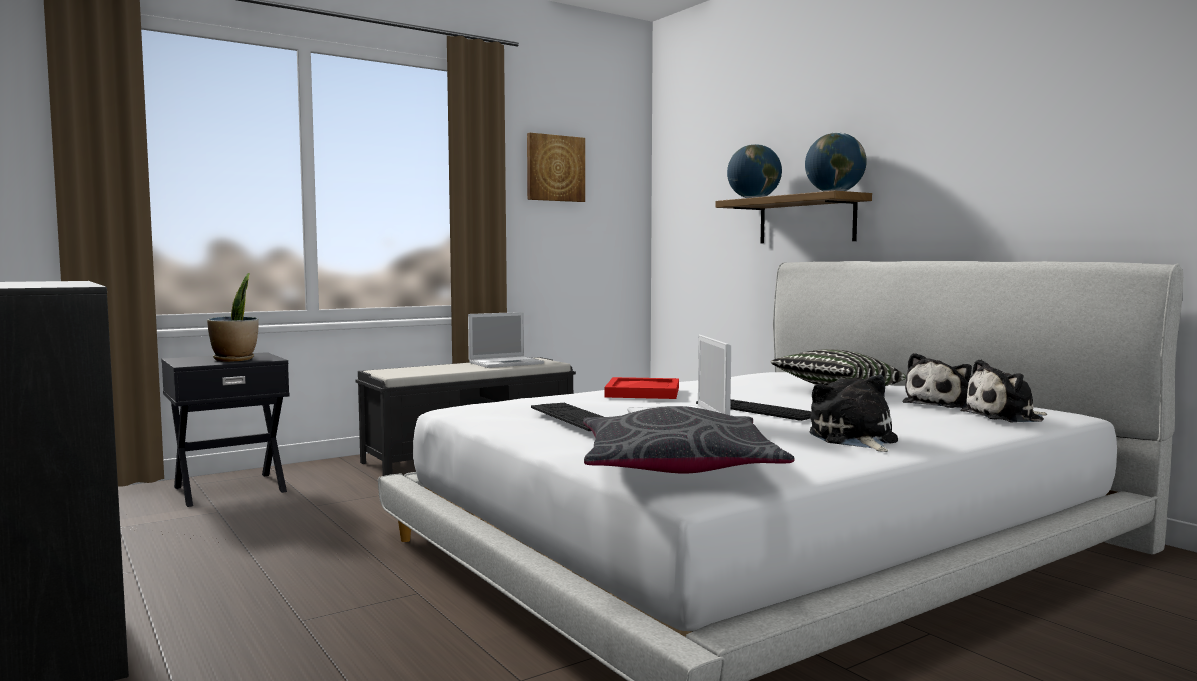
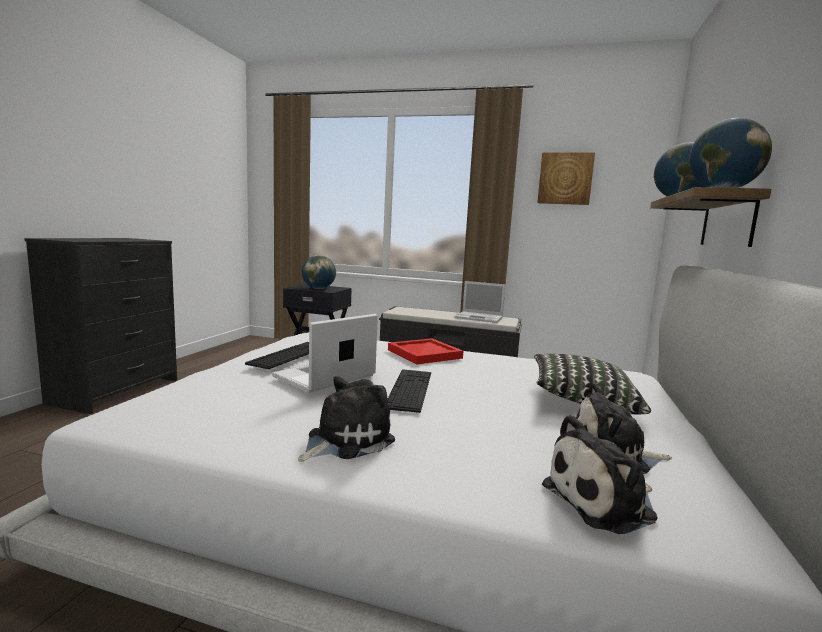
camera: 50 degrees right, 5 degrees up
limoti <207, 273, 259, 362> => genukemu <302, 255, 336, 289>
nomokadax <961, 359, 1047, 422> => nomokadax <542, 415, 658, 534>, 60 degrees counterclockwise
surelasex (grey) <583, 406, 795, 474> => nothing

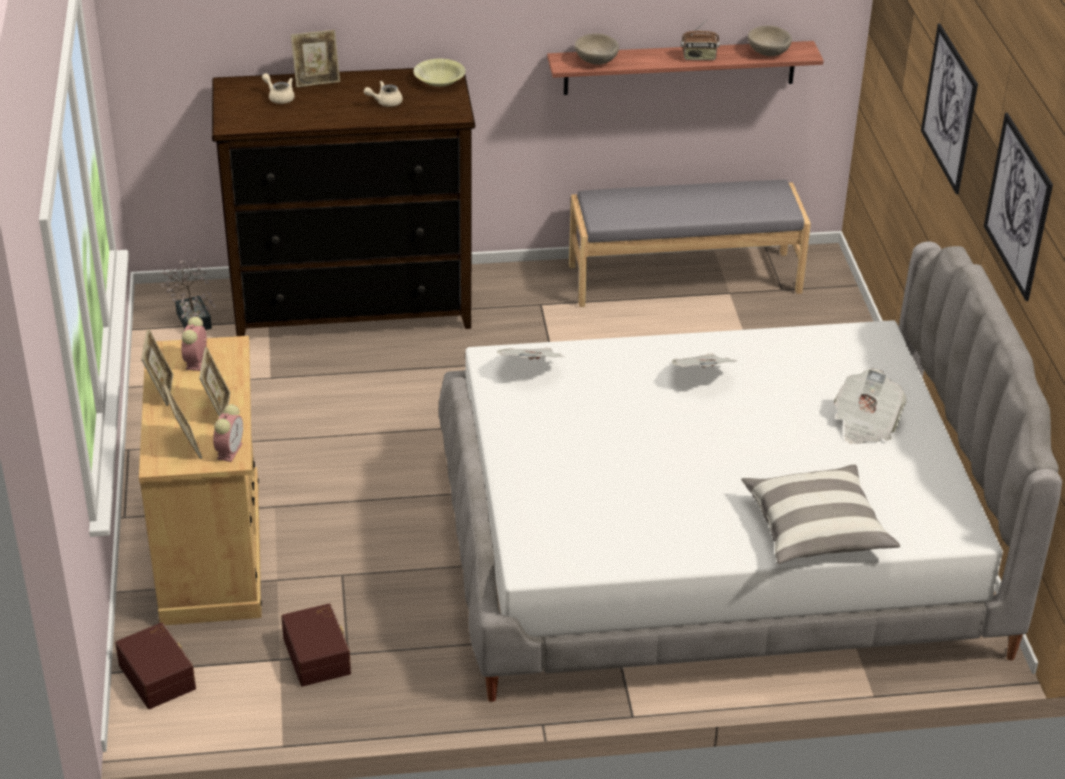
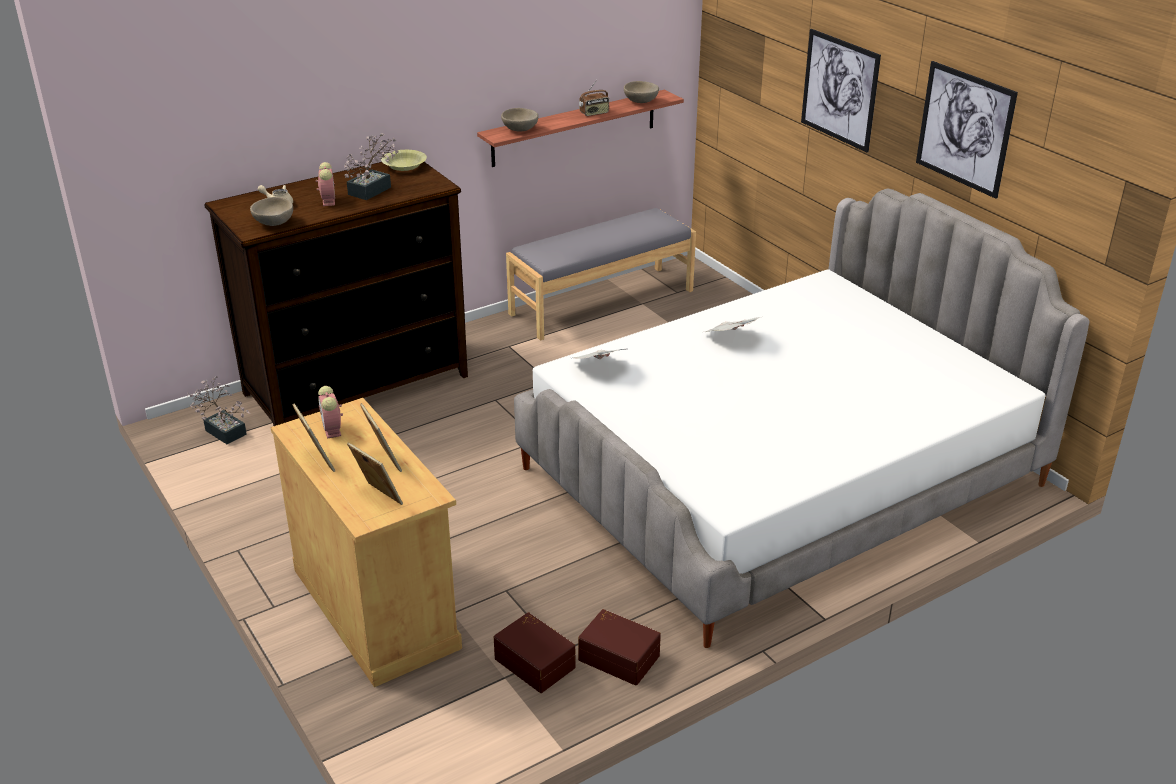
camera: 25 degrees left, 5 degrees down
nothing => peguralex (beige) <250, 197, 293, 226>
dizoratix <213, 404, 243, 462> => dizoratix <316, 162, 335, 206>, moved
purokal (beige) <364, 81, 403, 107> => limoti <344, 133, 399, 200>
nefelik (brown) <115, 622, 196, 709> => nefelik (brown) <578, 609, 661, 686>, moved
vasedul <291, 30, 340, 87> => nothing
surelasex <741, 464, 900, 564> => nothing
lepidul <834, 369, 907, 444> => nothing

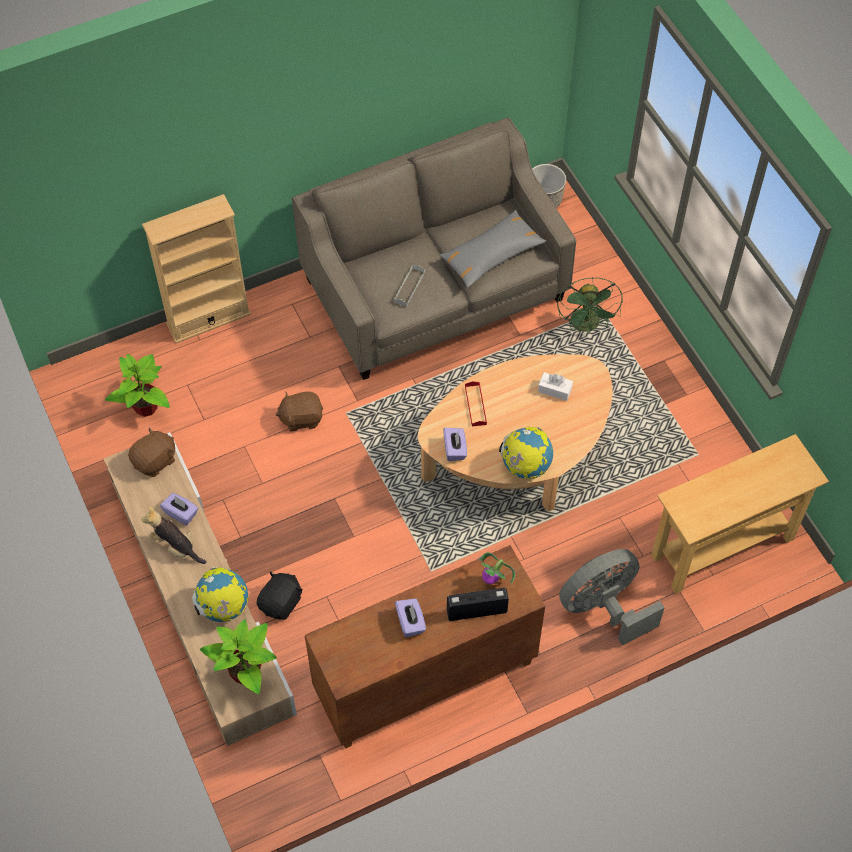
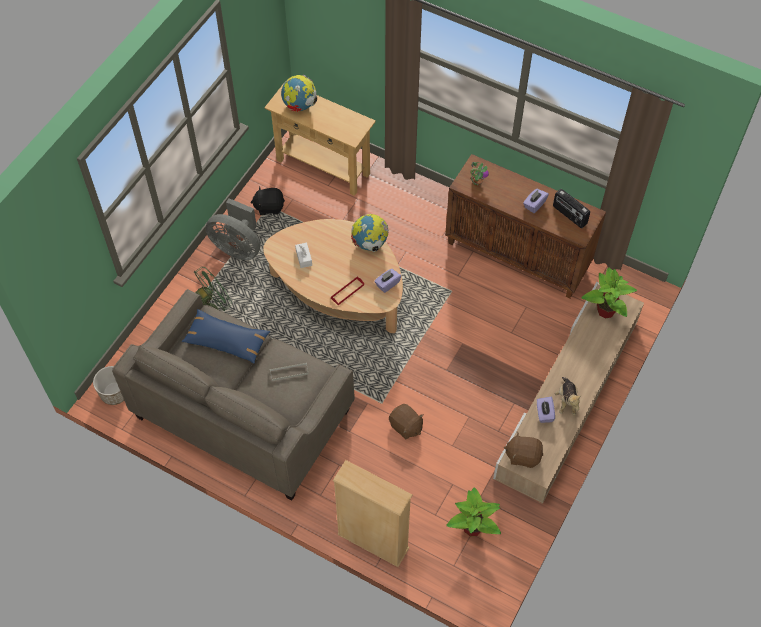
camera: 125 degrees left, 0 degrees up
surelasex (grey) <440, 210, 546, 288> => surelasex (blue) <182, 309, 270, 363>
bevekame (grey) <559, 549, 665, 646> => bevekame (grey) <205, 198, 260, 260>, moved
nomokadax (black) <257, 571, 302, 620> => nomokadax (black) <251, 187, 285, 215>, moved
genukemu <192, 567, 249, 622> => genukemu <281, 75, 317, 112>, moved
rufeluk <447, 588, 509, 621> => rufeluk <553, 189, 590, 228>, moved

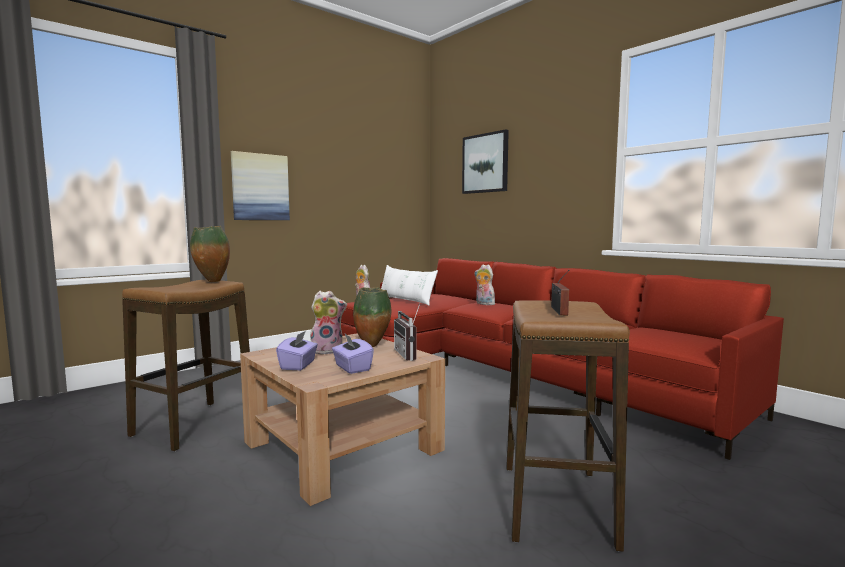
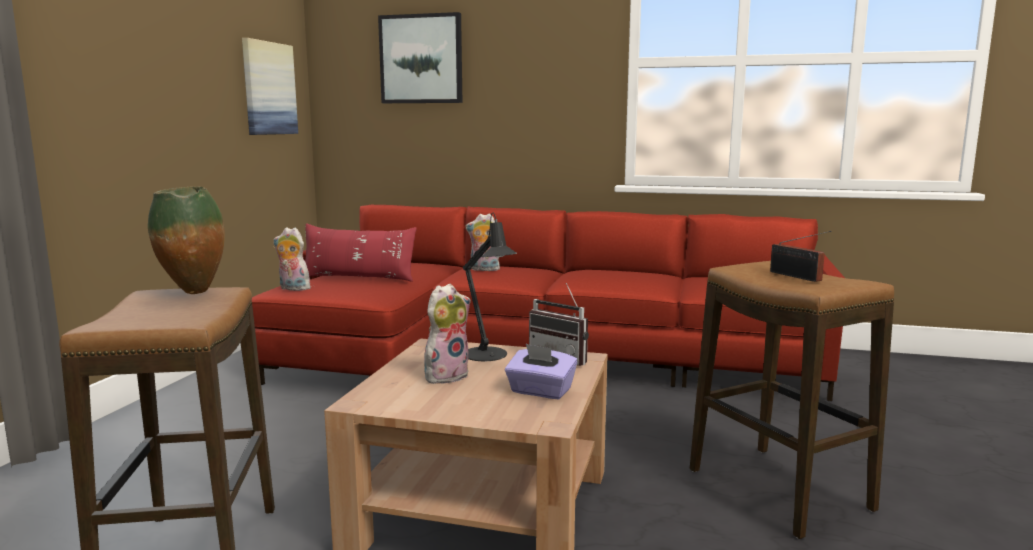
camera: 35 degrees left, 5 degrees up
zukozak <231, 151, 290, 220> => zukozak <242, 38, 298, 135>, moved
surelasex (white) <381, 265, 438, 306> => surelasex (red) <305, 223, 417, 282>
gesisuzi <353, 287, 391, 347> => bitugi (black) <463, 213, 517, 361>
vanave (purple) <276, 331, 318, 370> => nothing

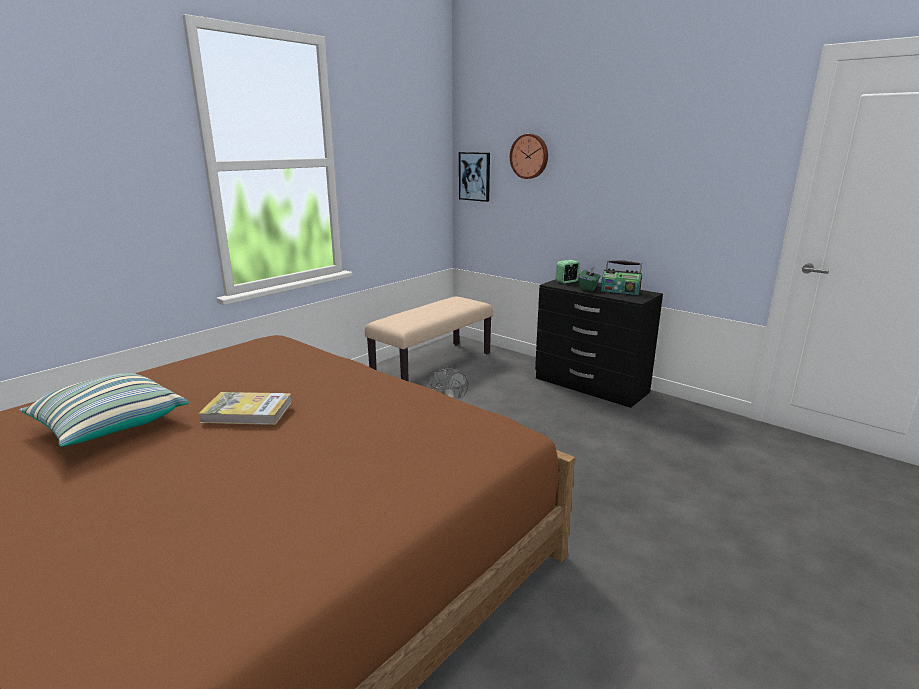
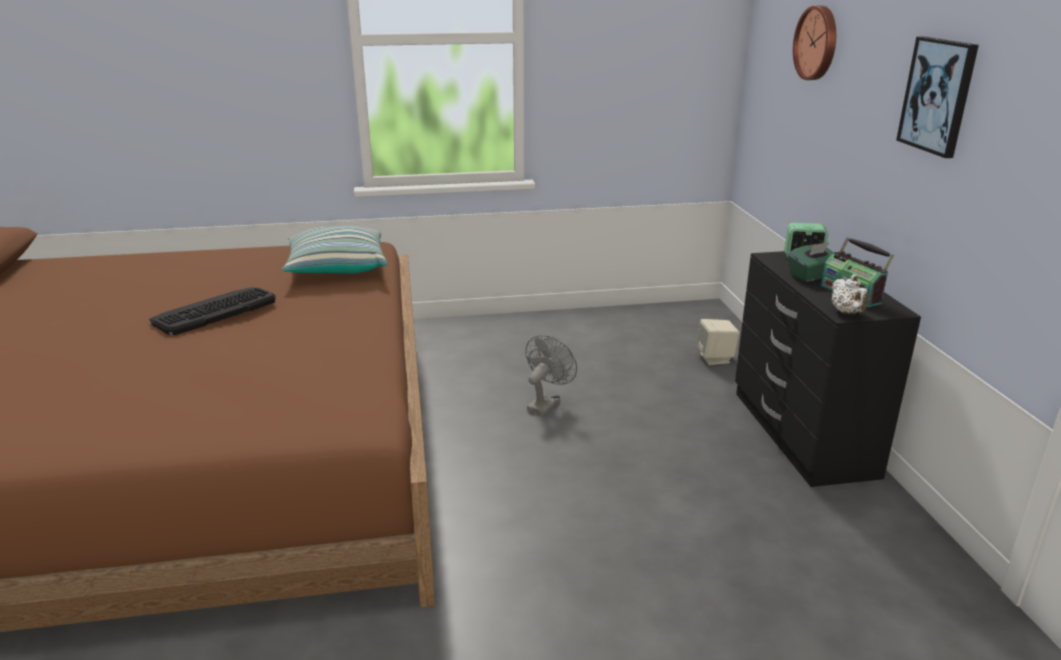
camera: 40 degrees right, 5 degrees up
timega <198, 392, 292, 425> => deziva <149, 287, 276, 335>
surelasex <19, 373, 189, 446> => surelasex <282, 226, 388, 274>, moved
nothing => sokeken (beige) <696, 319, 740, 365>
nothing => purokal (white) <832, 275, 868, 314>
zukozak <459, 152, 490, 202> => zukozak <896, 36, 979, 158>, moved
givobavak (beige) <365, 296, 493, 381> => nothing

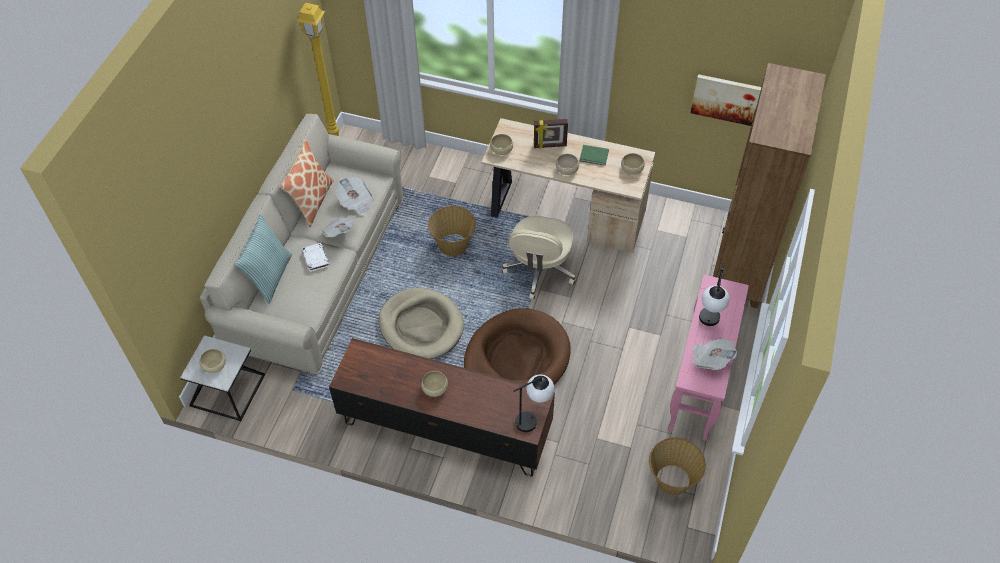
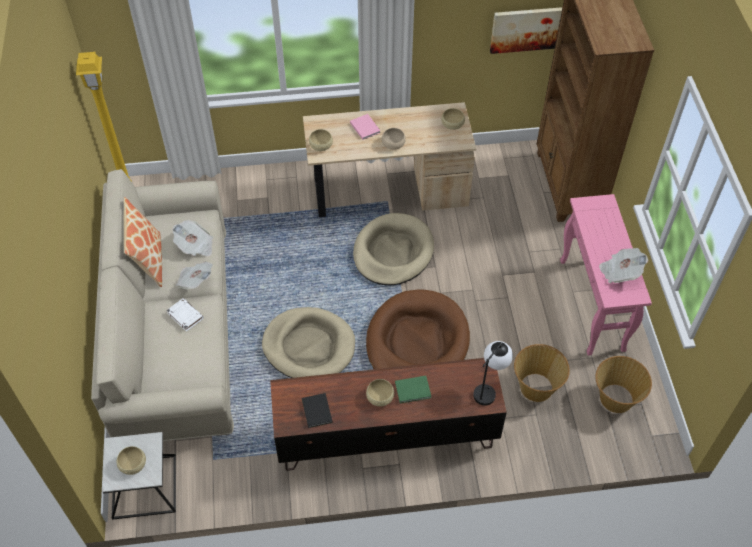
camera: 25 degrees left, 0 degrees up
nothing => timega (black) <302, 393, 333, 428>
vasedul <534, 119, 568, 148> => timega (pink) <350, 114, 381, 140>
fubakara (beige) <502, 216, 576, 300> => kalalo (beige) <353, 213, 434, 286>
timega (green) <580, 145, 609, 166> => timega (green) <395, 376, 431, 403>, moved
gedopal <428, 206, 476, 256> => gedopal <514, 344, 570, 402>, moved
surelasex <236, 214, 292, 304> => nothing
bitugi <699, 263, 729, 326> => nothing

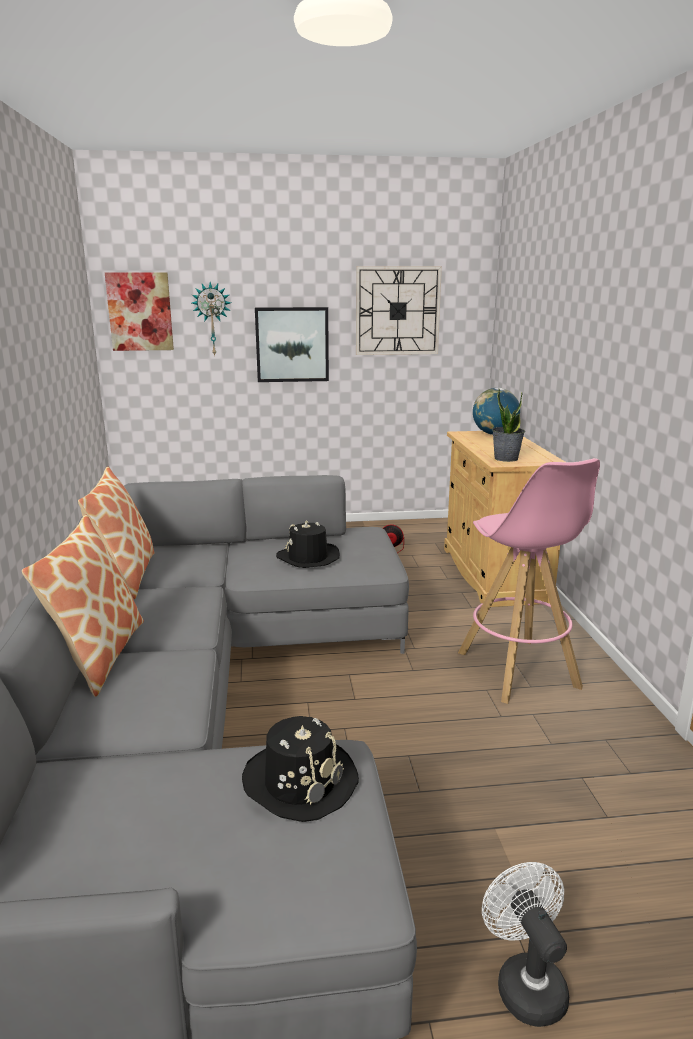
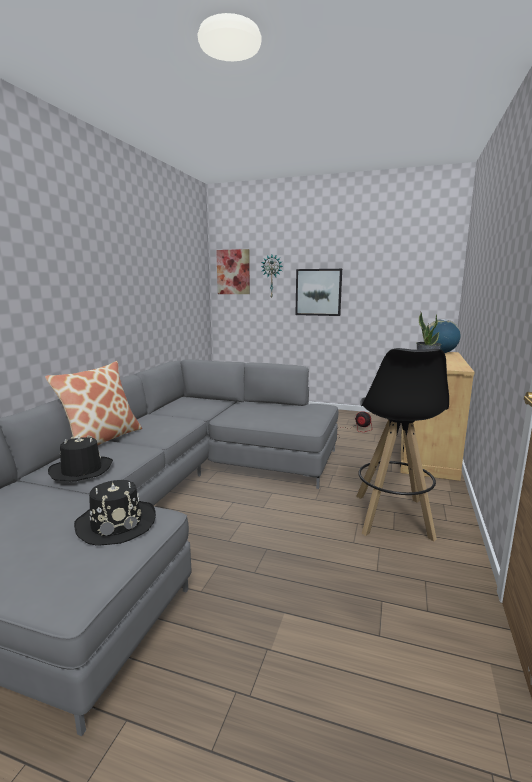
camera: 25 degrees right, 5 degrees down
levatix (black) <276, 521, 340, 568> => levatix (black) <48, 435, 113, 481>, moved
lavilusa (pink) <458, 458, 600, 704> => lavilusa (black) <356, 348, 449, 541>
surelasex <78, 466, 154, 599> => nothing
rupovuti <356, 266, 442, 355> => nothing
bevekame (white) <482, 862, 569, 1027> => nothing

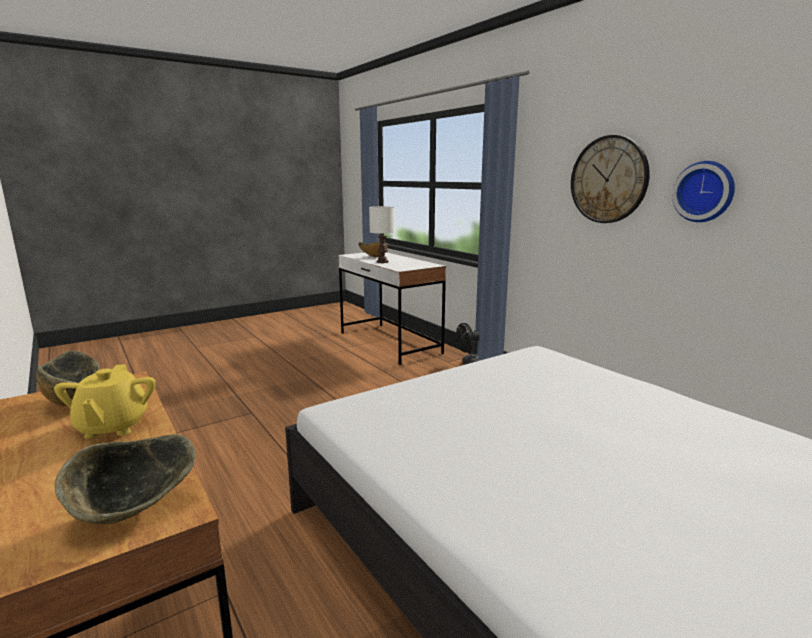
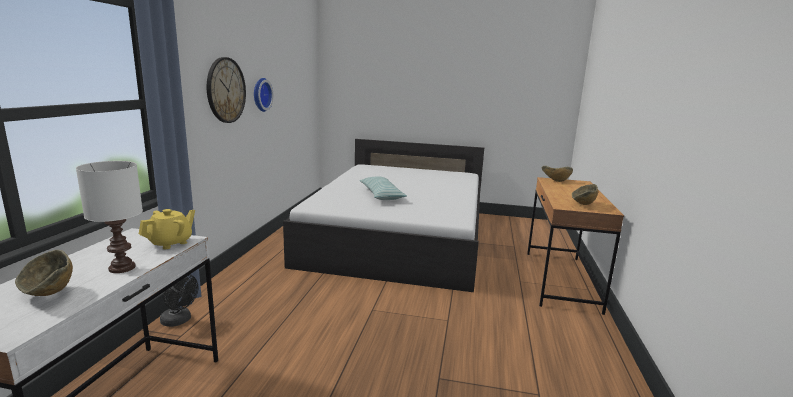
camera: 135 degrees left, 0 degrees up
purokal (yellow) <54, 364, 156, 438> => purokal (yellow) <139, 209, 195, 249>, moved
nothing => surelasex <359, 176, 407, 200>

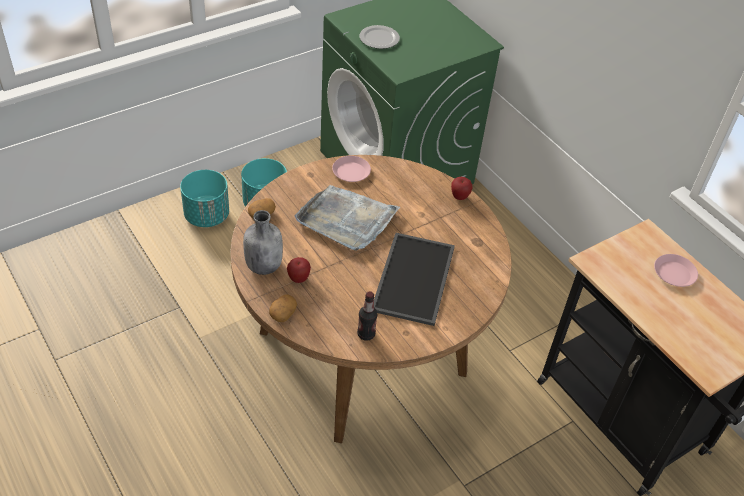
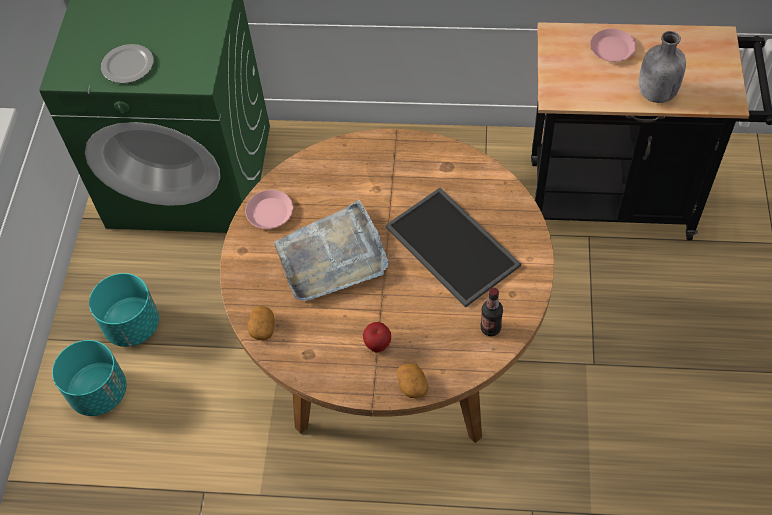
camera: 45 degrees left, 10 degrees up
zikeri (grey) <243, 210, 283, 275> => zikeri (grey) <638, 31, 686, 103>, moved
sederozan <451, 177, 473, 200> => nothing

